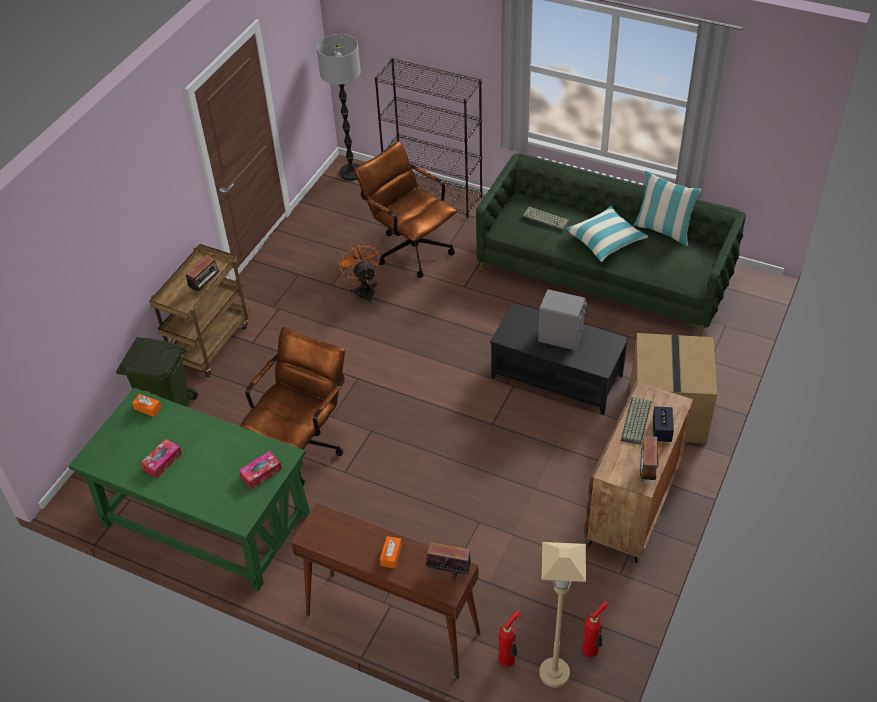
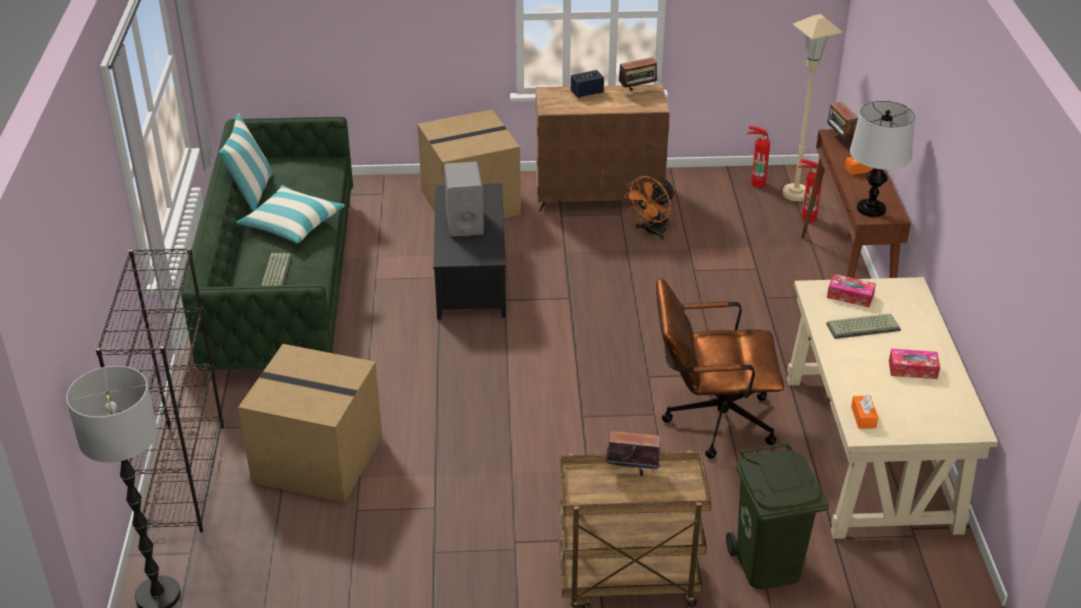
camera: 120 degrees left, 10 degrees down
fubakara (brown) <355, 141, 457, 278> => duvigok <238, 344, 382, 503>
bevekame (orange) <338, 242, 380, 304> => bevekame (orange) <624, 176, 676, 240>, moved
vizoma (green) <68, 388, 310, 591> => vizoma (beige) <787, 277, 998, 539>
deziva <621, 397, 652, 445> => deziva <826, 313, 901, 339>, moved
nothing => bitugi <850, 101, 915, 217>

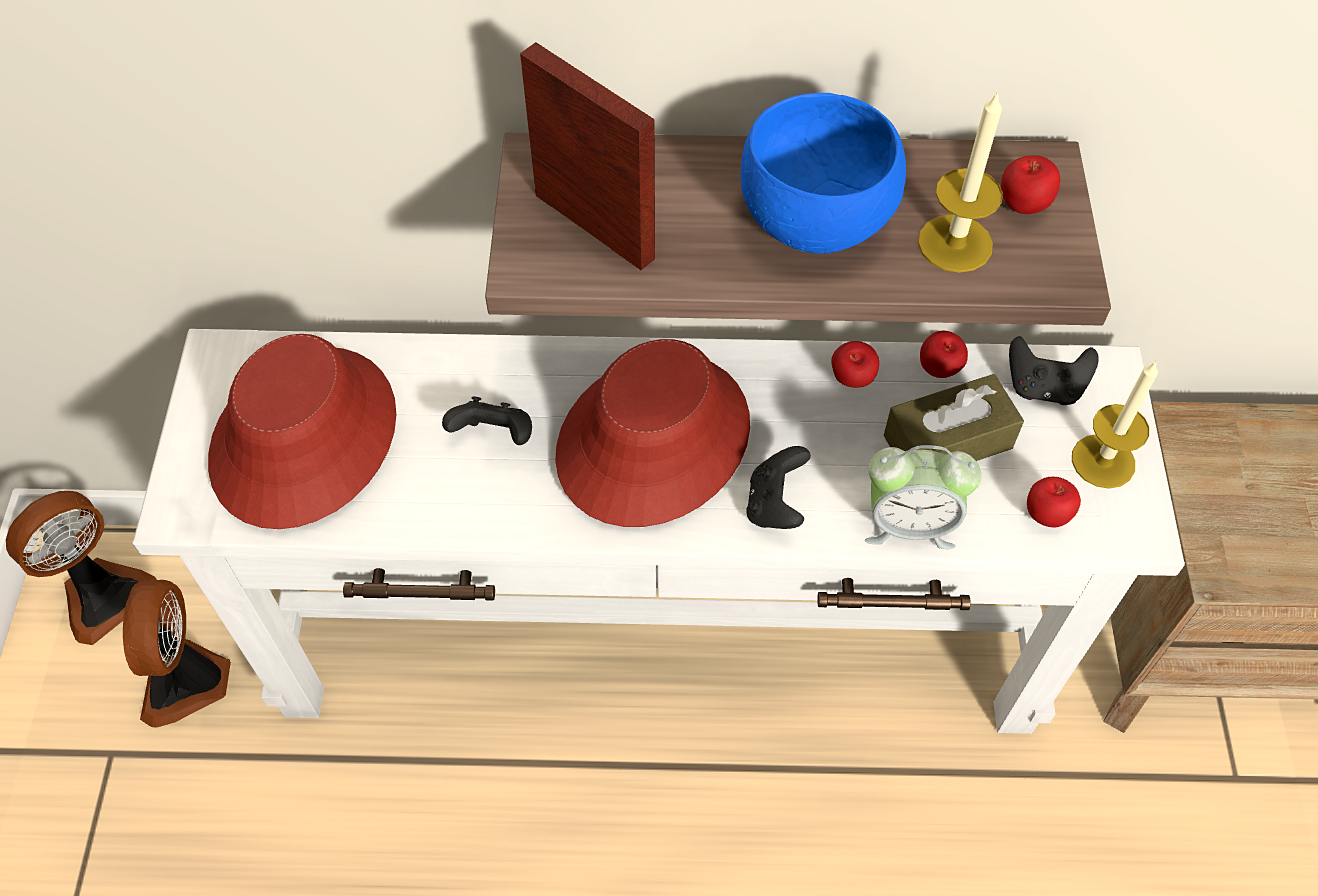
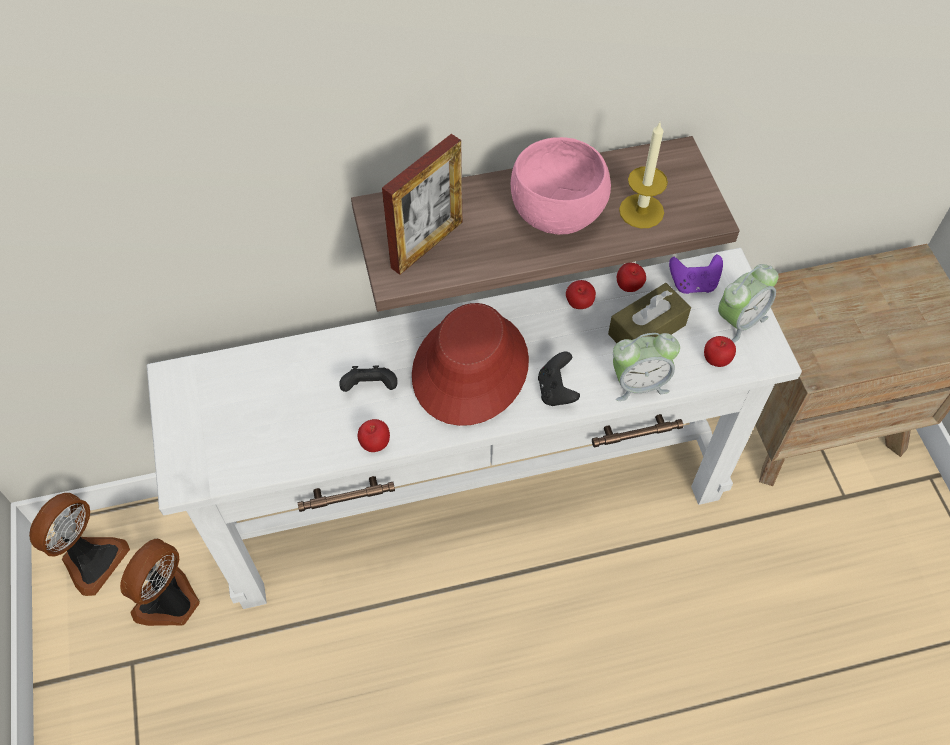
camera: 15 degrees left, 0 degrees up
bevekame <123, 580, 231, 728> => bevekame <120, 539, 200, 626>, 45 degrees clockwise
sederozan <1001, 155, 1060, 214> => sederozan <357, 419, 390, 452>, moved
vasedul <520, 42, 655, 270> => vasedul <382, 134, 462, 275>, 105 degrees clockwise
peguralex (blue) <741, 93, 906, 254> => peguralex (pink) <511, 137, 611, 235>
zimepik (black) <1009, 336, 1099, 405> => zimepik (purple) <669, 254, 723, 294>
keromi <1072, 360, 1158, 489> => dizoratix <718, 264, 779, 343>
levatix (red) <208, 334, 396, 529> => nothing

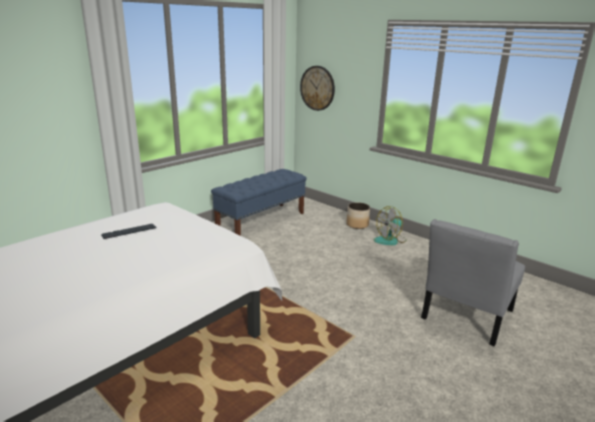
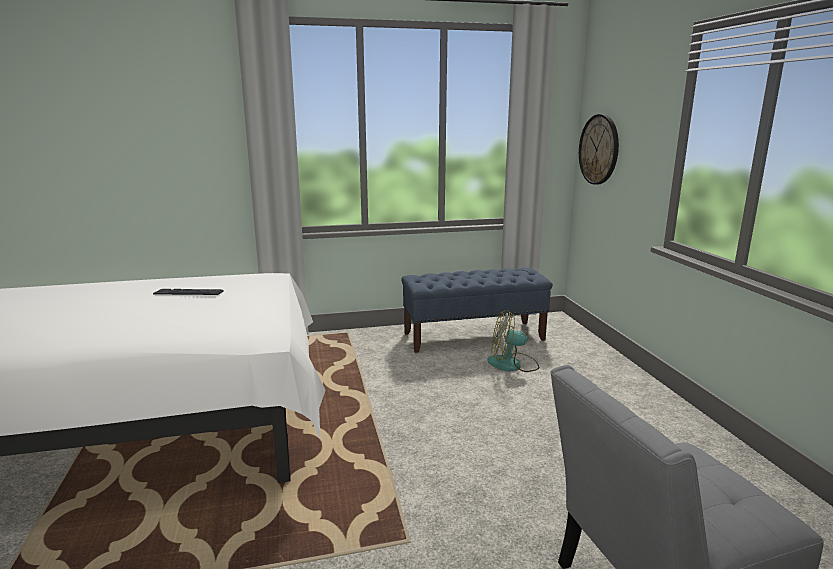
camera: 35 degrees right, 5 degrees down
bevekame <374, 206, 407, 245> => bevekame <487, 310, 539, 372>, moved
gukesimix <346, 202, 370, 229> => nothing

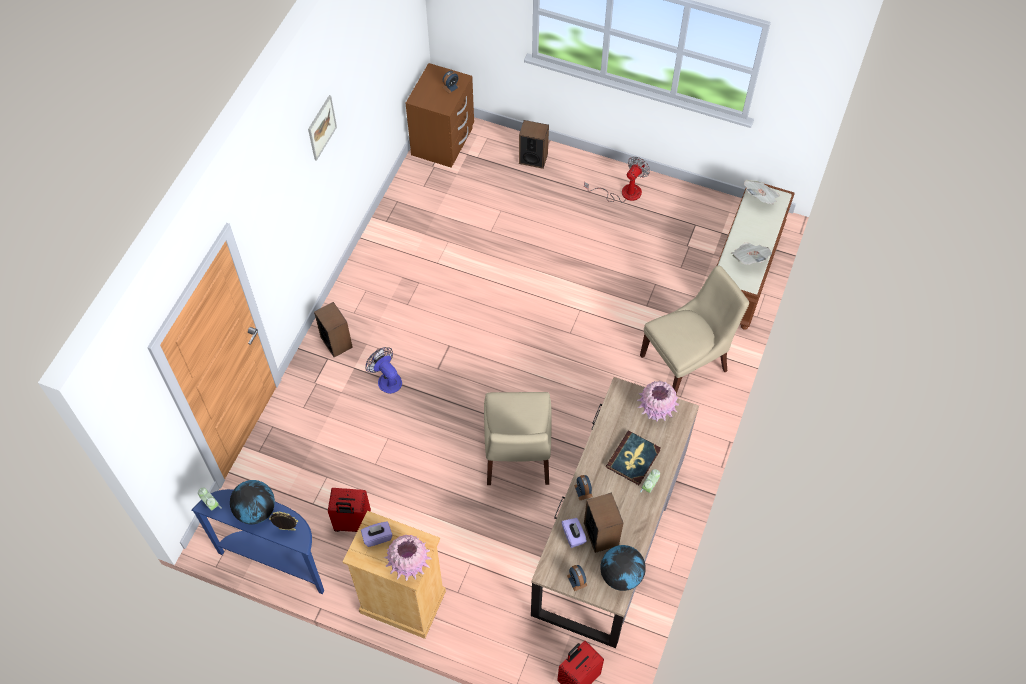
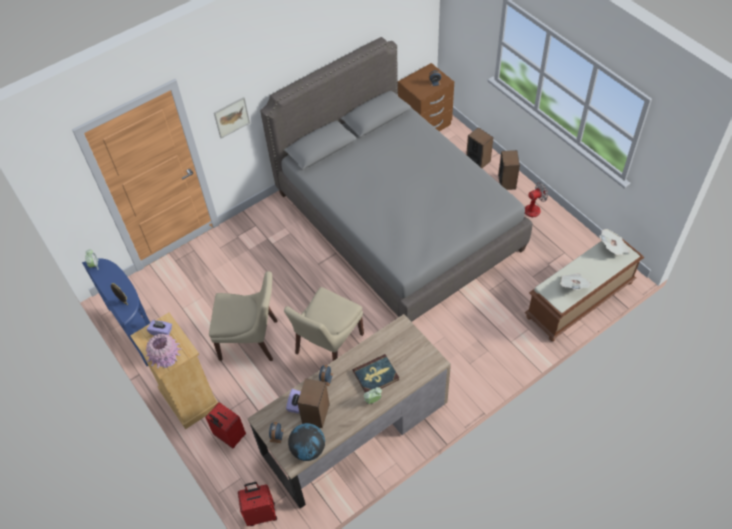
camera: 35 degrees right, 5 degrees down
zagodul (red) <328, 488, 371, 532> => zagodul (red) <205, 402, 246, 448>, moved
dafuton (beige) <640, 266, 749, 394> => dafuton (beige) <209, 271, 277, 361>, moved
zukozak <308, 95, 337, 161> => zukozak <214, 97, 250, 138>, moved
nothing => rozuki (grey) <260, 37, 532, 322>
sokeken <314, 302, 353, 357> => sokeken <498, 150, 520, 190>, moved
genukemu <230, 480, 275, 524> => nothing
bevekame <365, 347, 402, 394> => nothing
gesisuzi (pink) <637, 381, 679, 422> => nothing

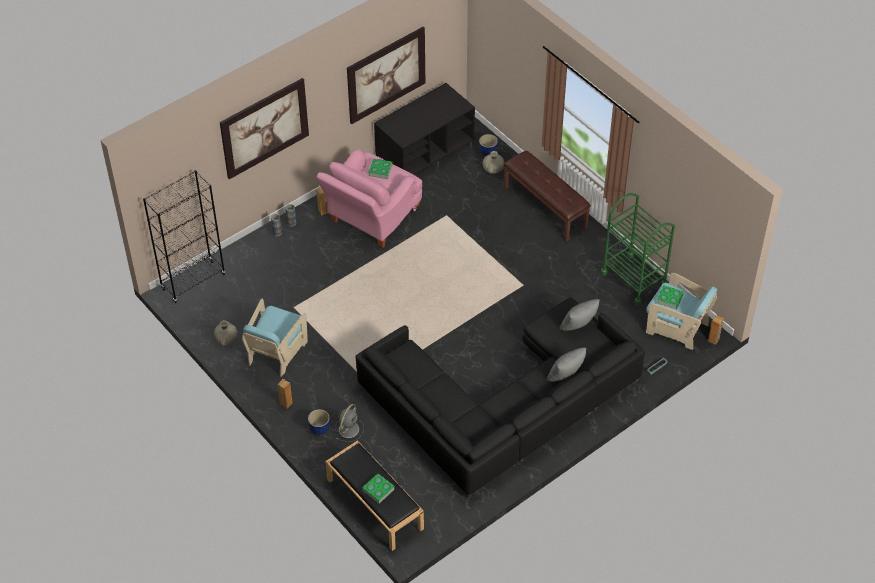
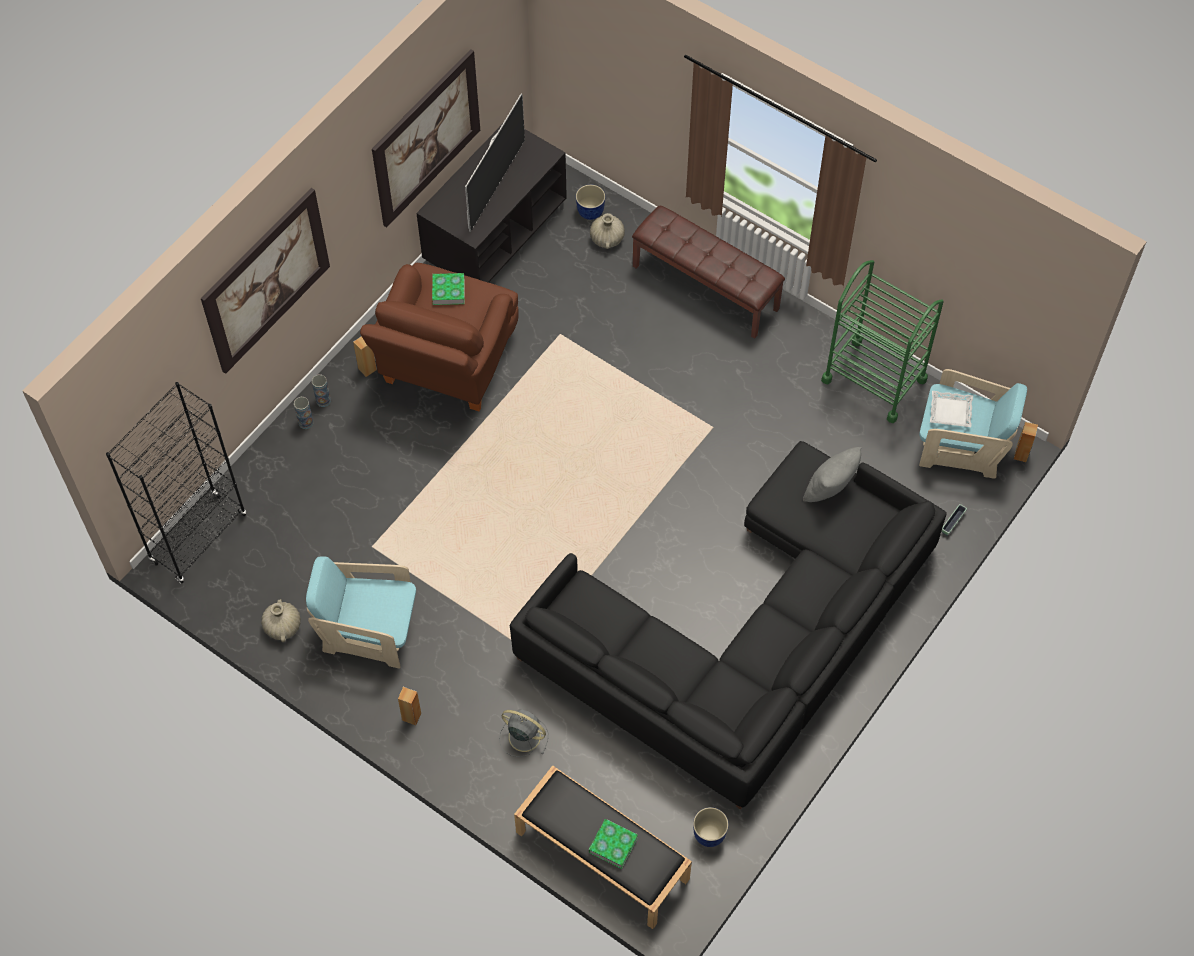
camera: 15 degrees left, 10 degrees up
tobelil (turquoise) <242, 299, 308, 377> => tobelil (turquoise) <306, 556, 416, 669>, 90 degrees clockwise
tobelil (pink) <317, 149, 422, 248> => tobelil (brown) <360, 263, 518, 411>
nothing => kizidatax <465, 94, 525, 232>
bevekame (grey) <335, 404, 364, 442> => bevekame (grey) <499, 709, 548, 757>, 75 degrees counterclockwise
gukesimix <308, 409, 330, 435> => gukesimix <693, 807, 729, 847>, moved
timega <657, 285, 684, 310> => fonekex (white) <930, 391, 973, 427>
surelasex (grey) <547, 348, 586, 381> => nothing

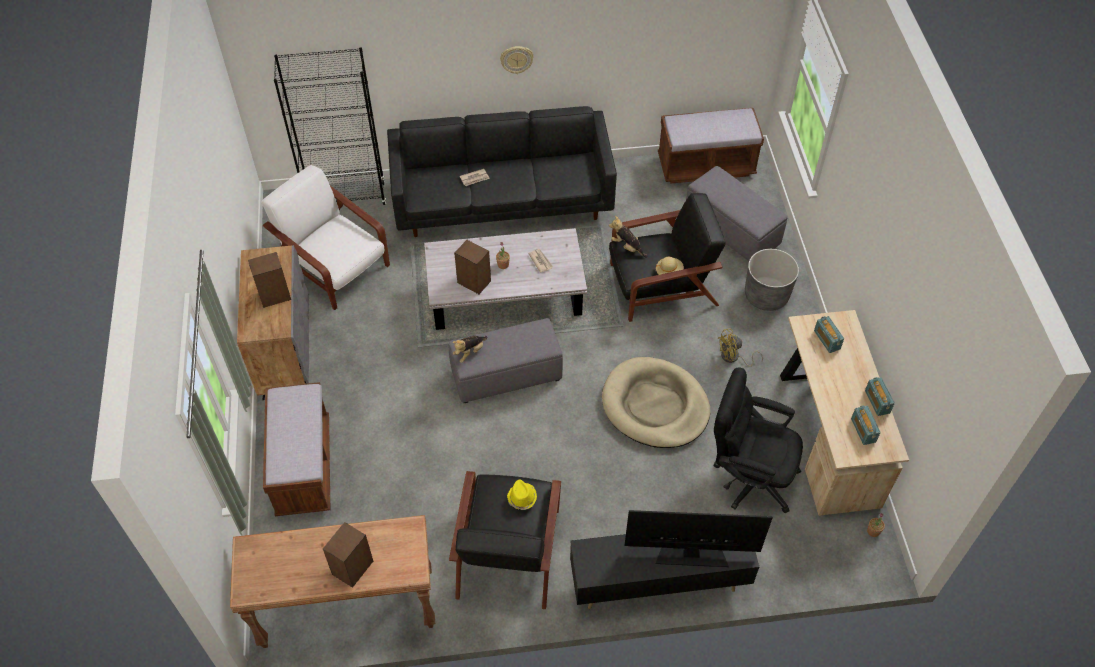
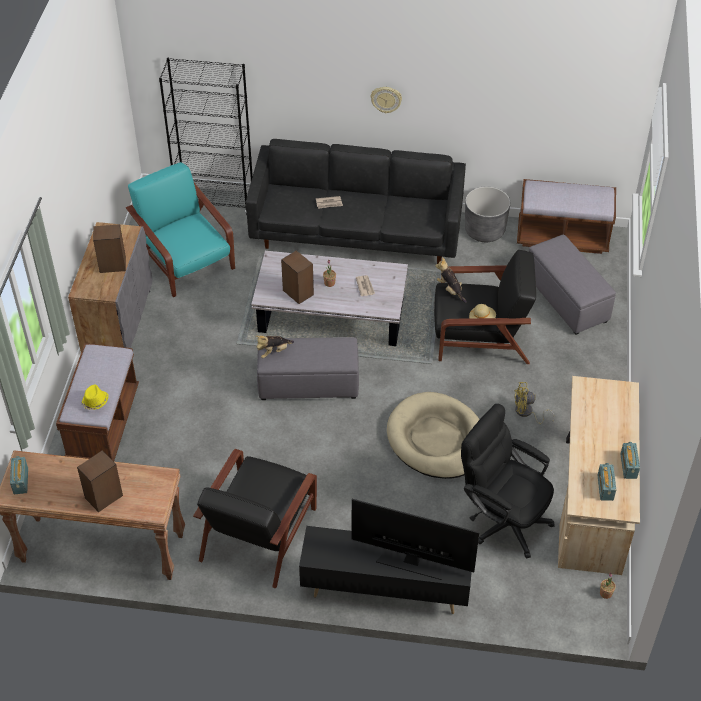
camera: 15 degrees right, 5 degrees down
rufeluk <814, 316, 844, 353> => rufeluk <10, 456, 28, 494>, moved
levatix (yellow) <507, 479, 537, 510> => levatix (yellow) <81, 385, 109, 410>, moved
tobelil (white) <262, 165, 390, 310> => tobelil (turquoise) <126, 162, 235, 297>
gukesimix (grey) <745, 249, 799, 311> => gukesimix (grey) <465, 186, 510, 242>, moved

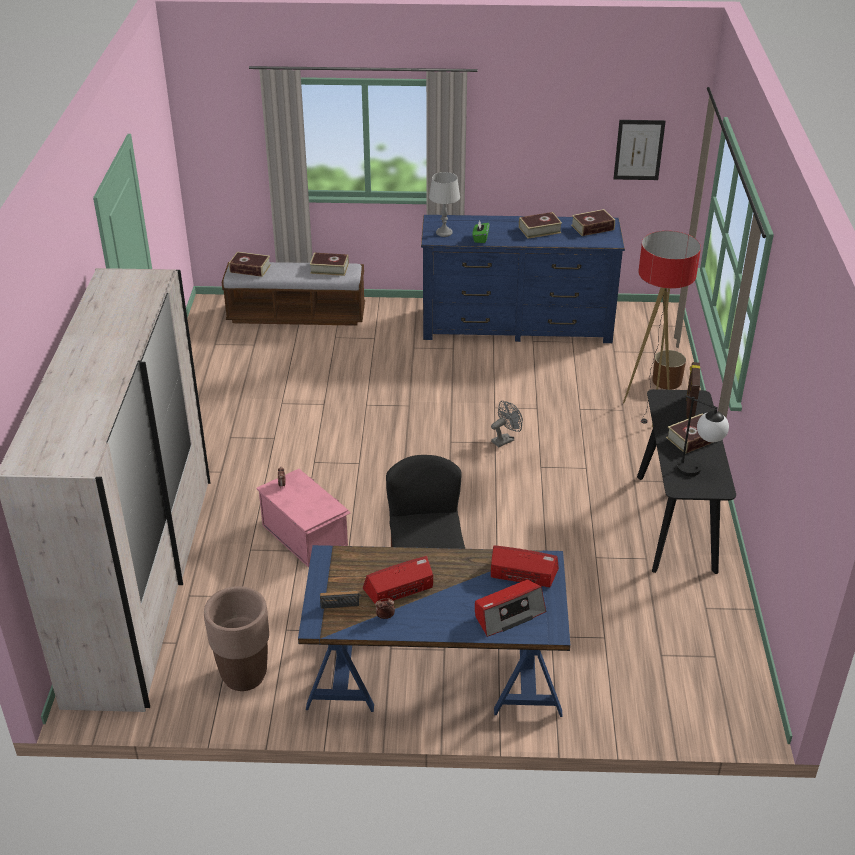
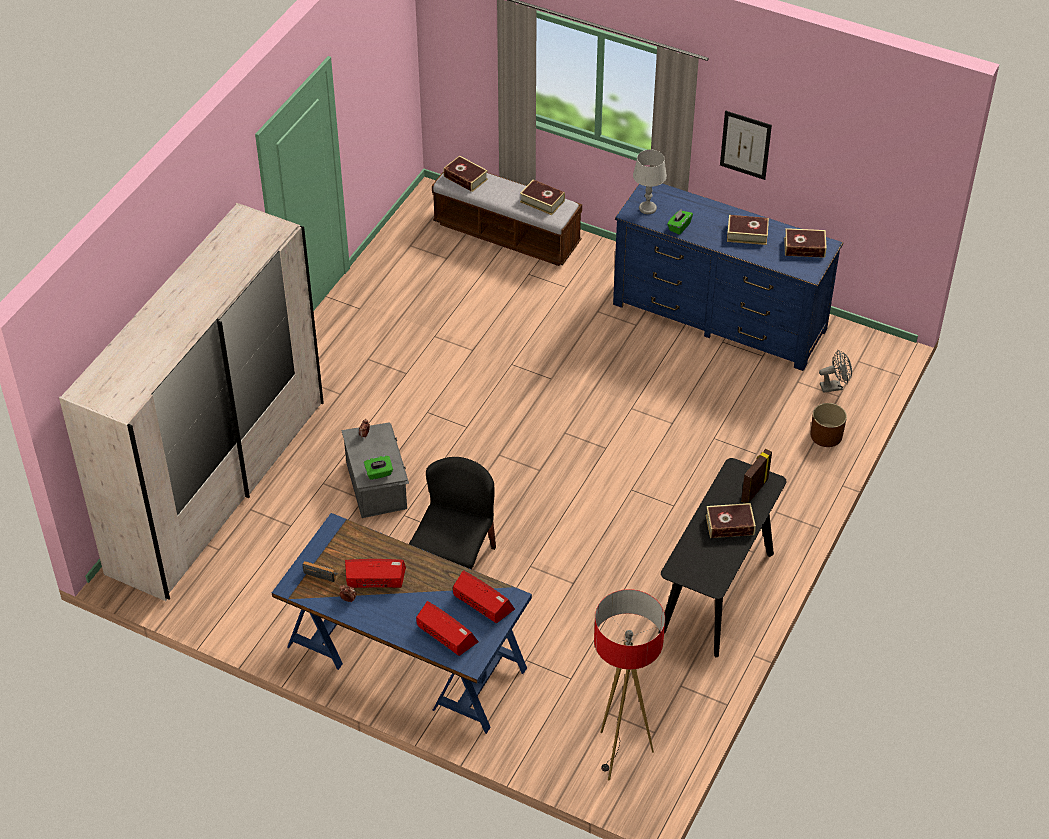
camera: 25 degrees right, 10 degrees up
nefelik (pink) <256, 469, 350, 567> => nefelik (grey) <341, 422, 409, 518>
nothing => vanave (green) <364, 456, 393, 480>
rufeluk <475, 580, 546, 637> => rufeluk <416, 601, 478, 656>, 135 degrees counterclockwise
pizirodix <623, 231, 701, 427> => pizirodix <594, 589, 665, 781>, moved
zukozak <614, 120, 666, 180> => zukozak <720, 110, 772, 180>, moved
bevekame (grey) <491, 401, 523, 447> => bevekame (grey) <819, 350, 852, 393>, moved
gukesimix (brown) <204, 586, 269, 691> => nothing
bitugi <677, 395, 729, 477> => nothing

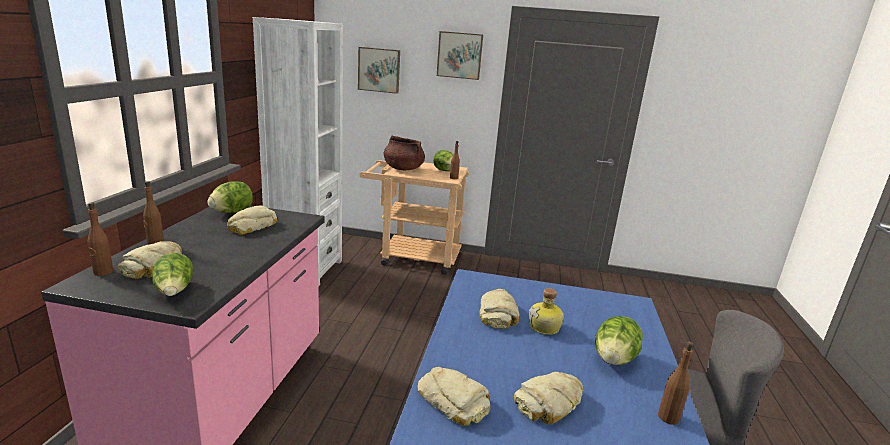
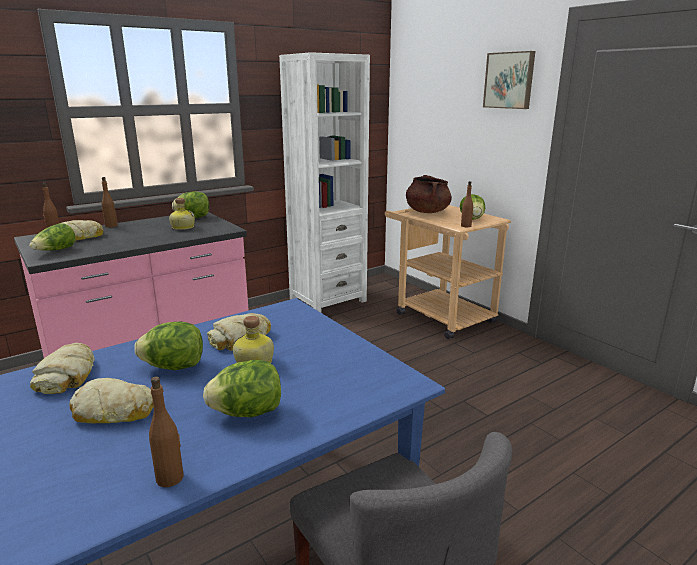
camera: 45 degrees right, 0 degrees up
nothing => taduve <134, 321, 203, 370>
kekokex <227, 206, 277, 235> => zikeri <169, 198, 195, 230>
zukozak <358, 47, 400, 94> => nothing

